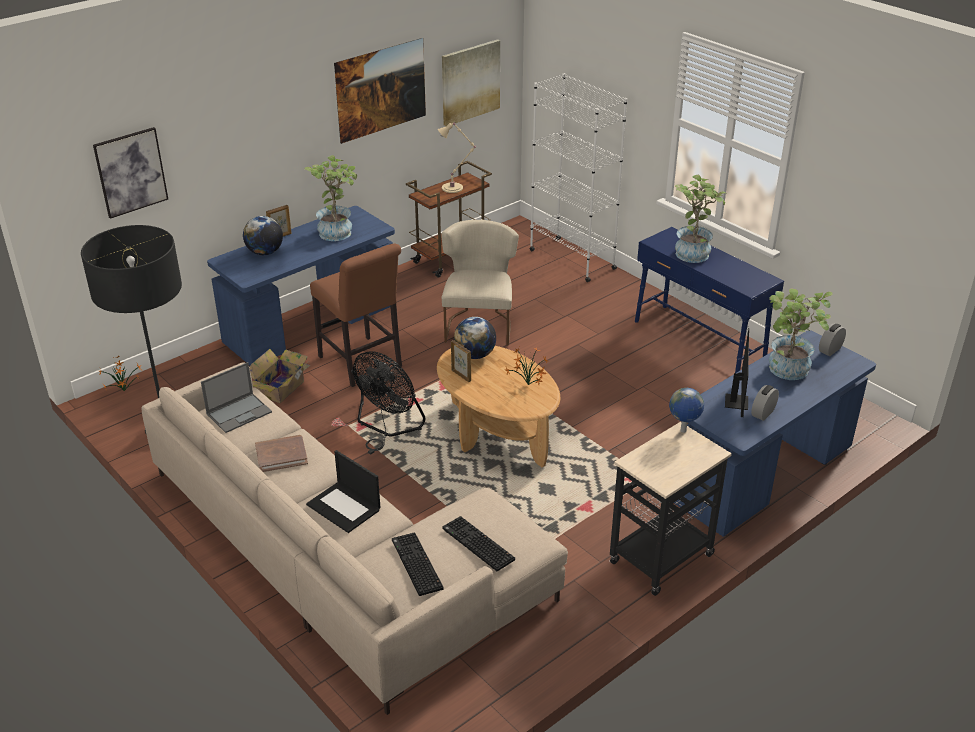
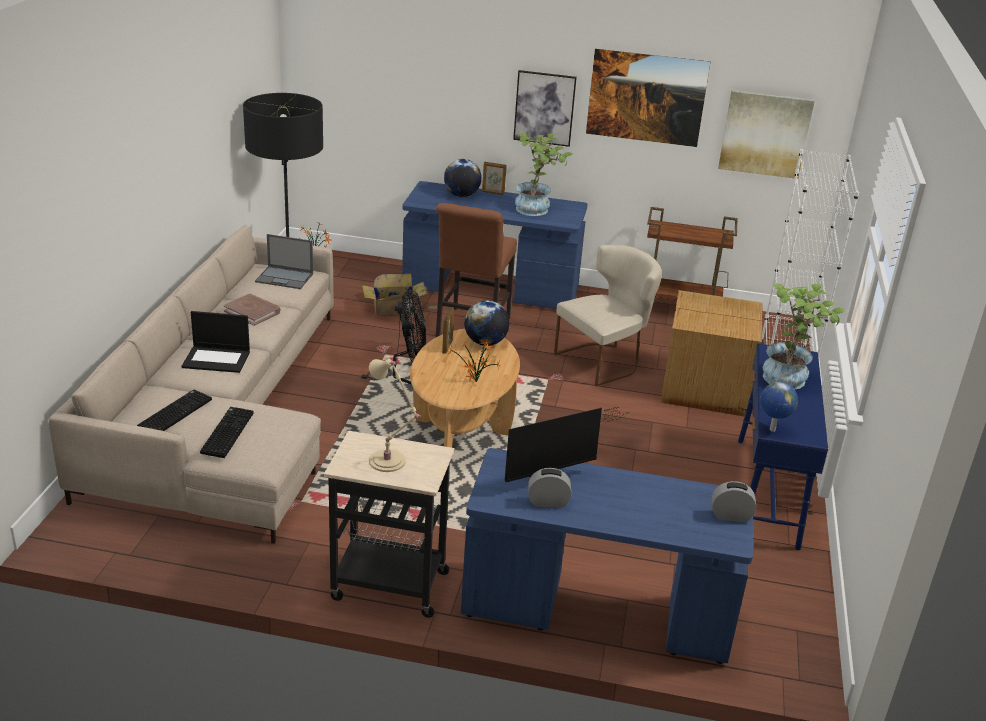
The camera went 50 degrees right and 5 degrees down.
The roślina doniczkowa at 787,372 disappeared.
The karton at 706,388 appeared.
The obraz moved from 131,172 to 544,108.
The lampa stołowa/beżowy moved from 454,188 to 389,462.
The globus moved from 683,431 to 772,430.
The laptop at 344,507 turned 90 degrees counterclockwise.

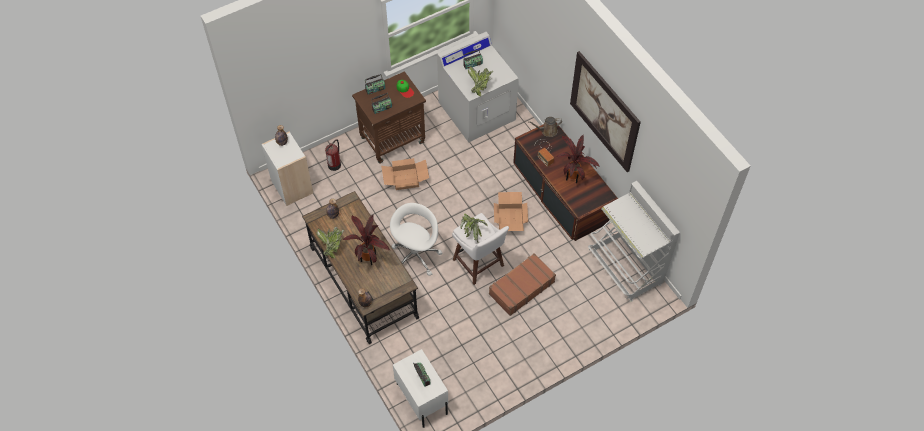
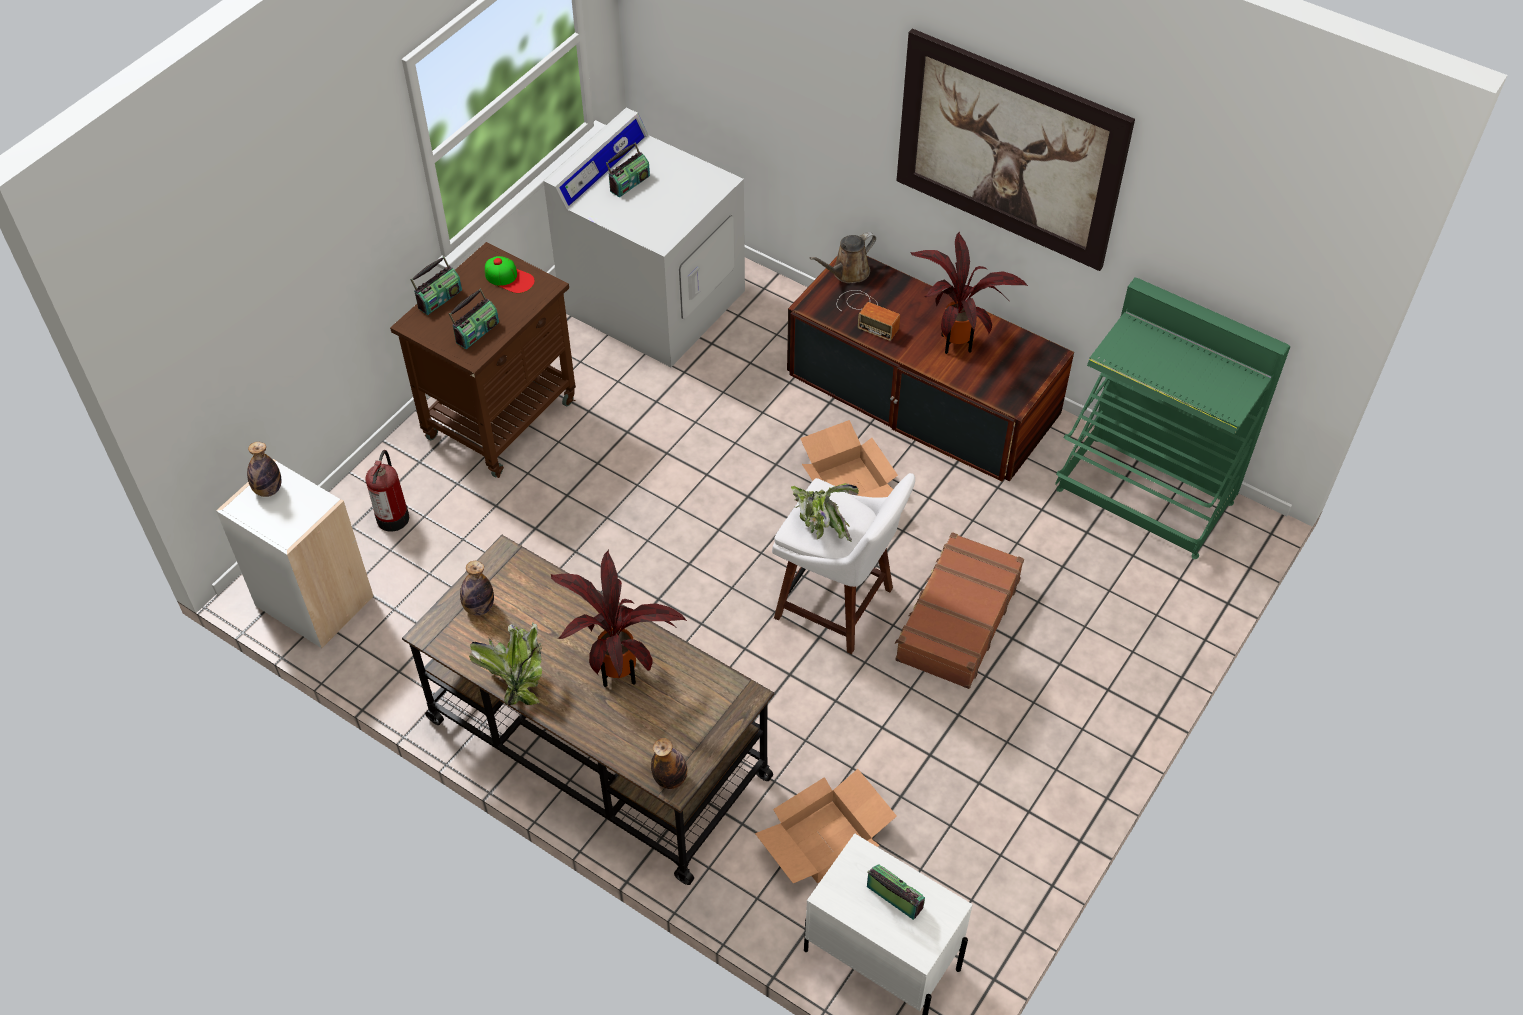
The camera went 25 degrees left and 5 degrees down.
The krzesło biurowe/biały at 416,255 disappeared.
The roślina doniczkowa at 480,86 disappeared.
The karton moved from 406,178 to 825,840.
The regał na buty/biały at 624,269 became the regał na buty/zielony at 1141,499.

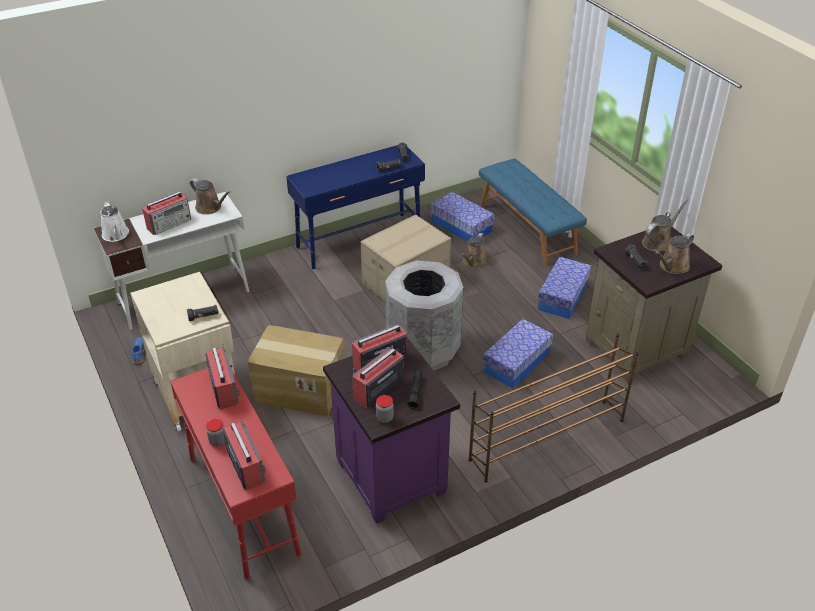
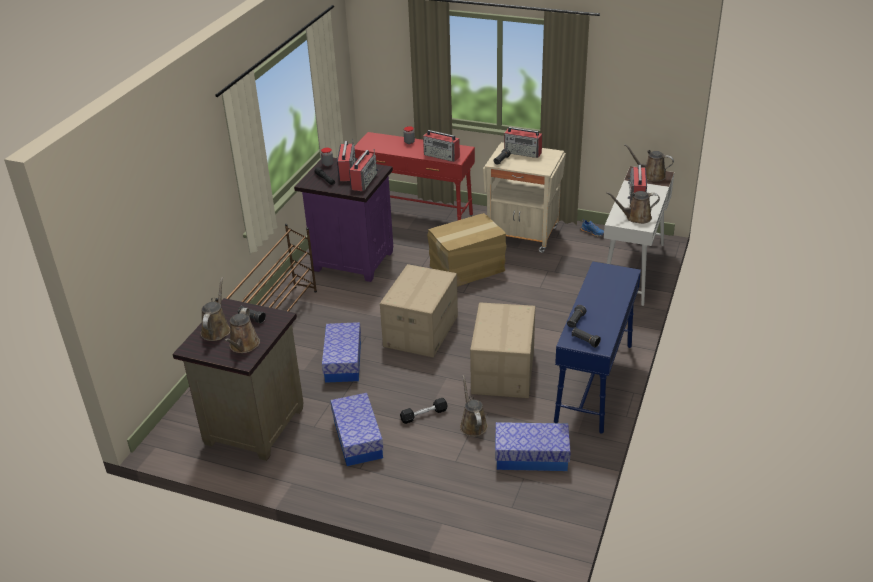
The camera went 140 degrees right and 5 degrees down.
The ławka/niebieski at 527,229 disappeared.
The hantel/czarny at 424,415 appeared.
The radio moved from 245,466 to 523,153.
The kosz na śmieci/szary at 423,351 was replaced by the karton at 420,331.
The konewka/biały at 116,235 became the konewka/brązowy at 651,175.

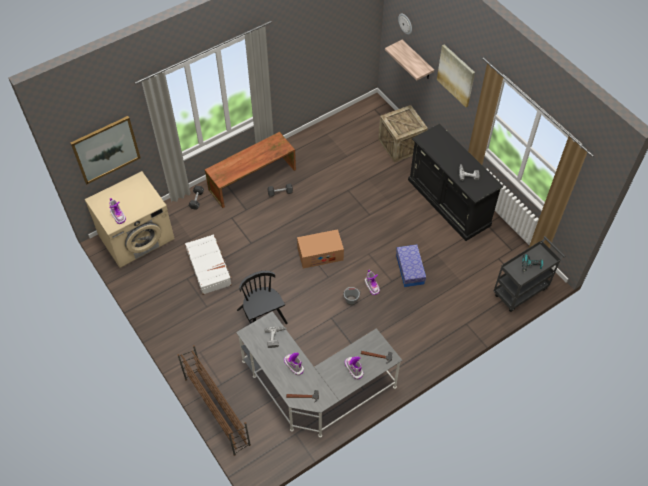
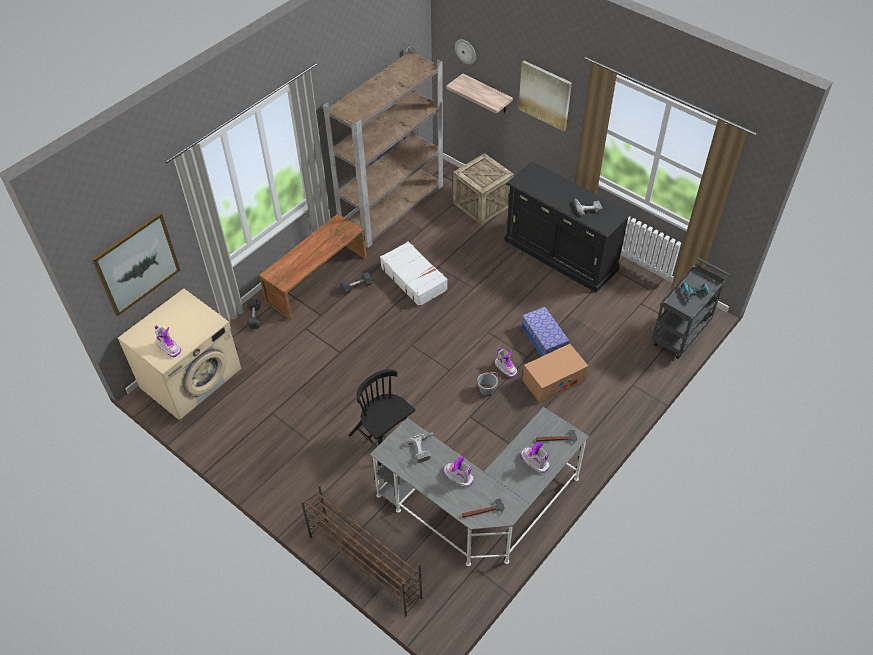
The camera went 15 degrees left and 5 degrees down.
The regał/brązowy at 392,207 appeared.
The walizka/biały moved from 209,267 to 414,279.
The karton moved from 320,254 to 553,380.

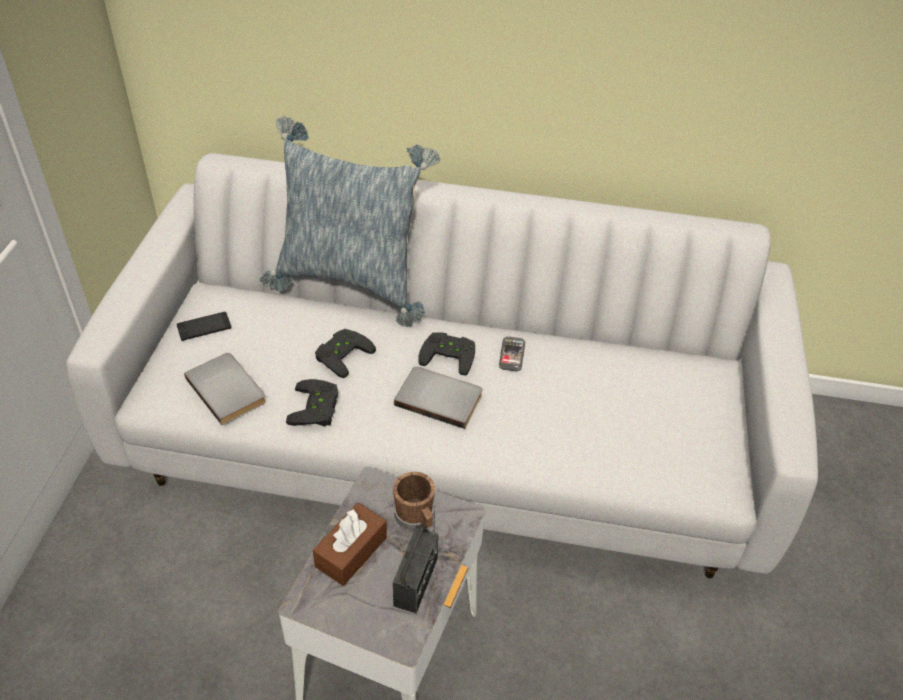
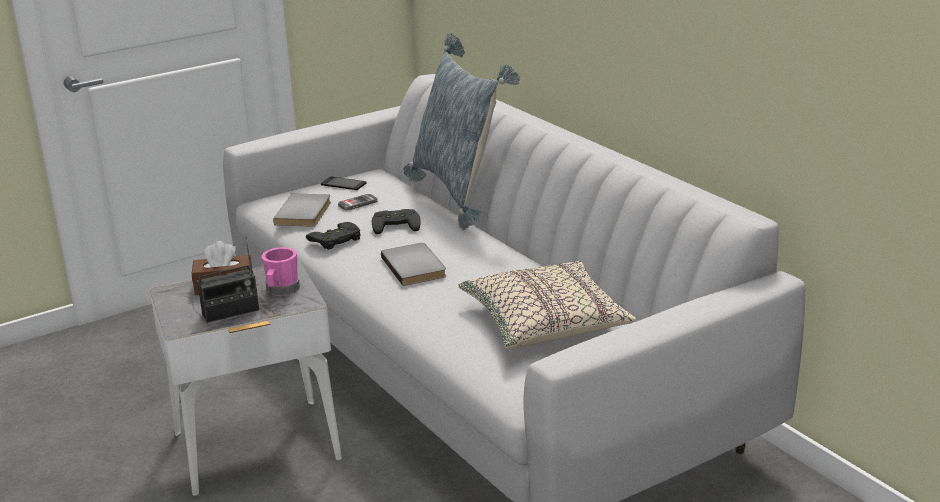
The camera went 50 degrees right and 20 degrees down.
The pad do gier/czarny at 449,354 disappeared.
The poduszka/beżowy at 545,322 appeared.
The telefon moved from 512,355 to 358,203.
The kubek/brązowy at 416,518 became the kubek/różowy at 281,290.

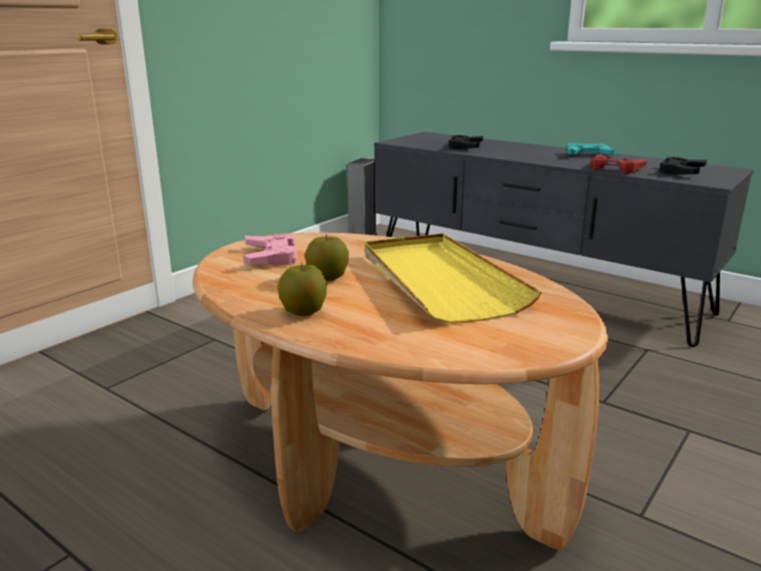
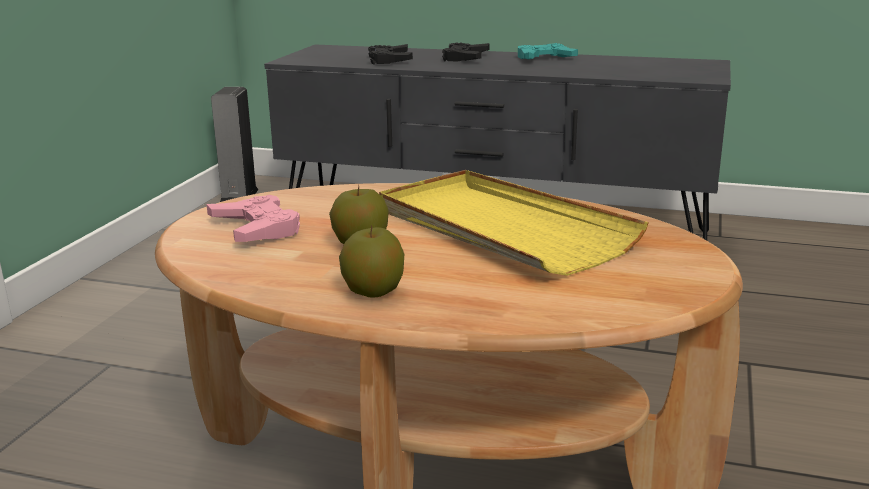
The camera went 20 degrees left and 0 degrees up.
The pad do gier/czerwony at 615,168 disappeared.
The pad do gier/czarny moved from 681,172 to 465,58.

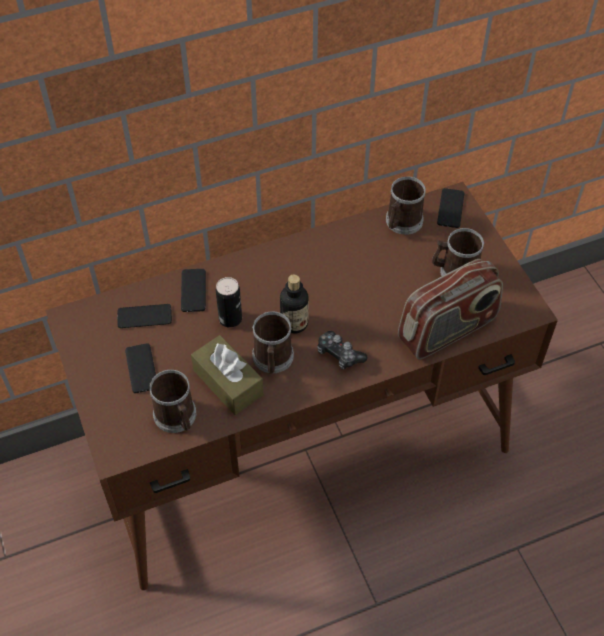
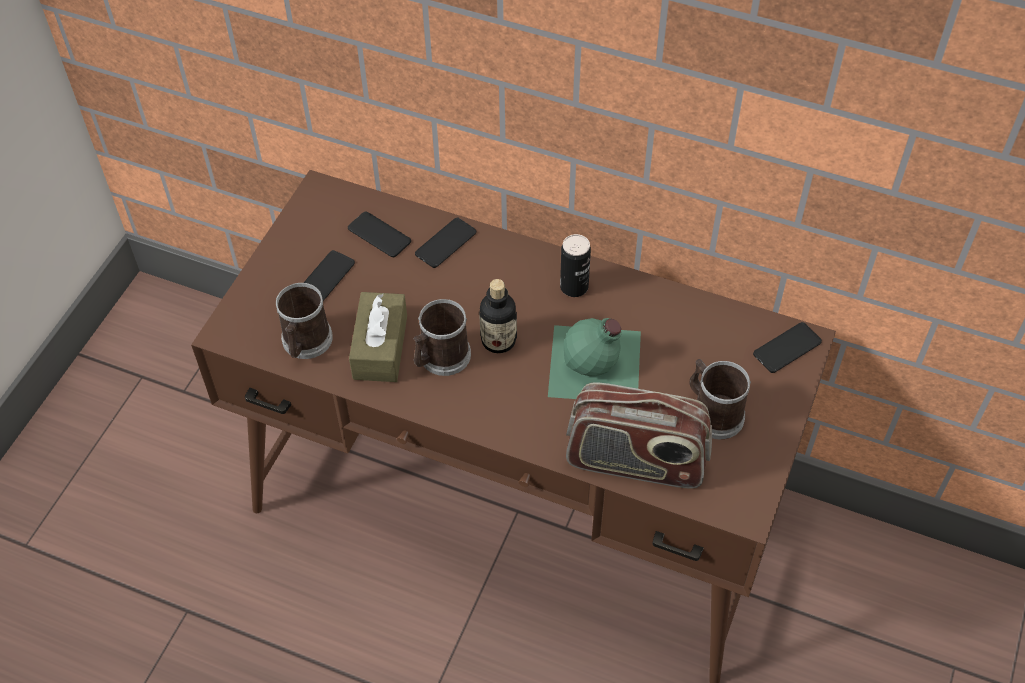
The camera went 45 degrees right and 0 degrees up.
The pad do gier at 339,354 disappeared.
The kubek at 401,223 disappeared.
The butelka/zielony at 596,365 appeared.
The puszka moved from 230,319 to 574,287.

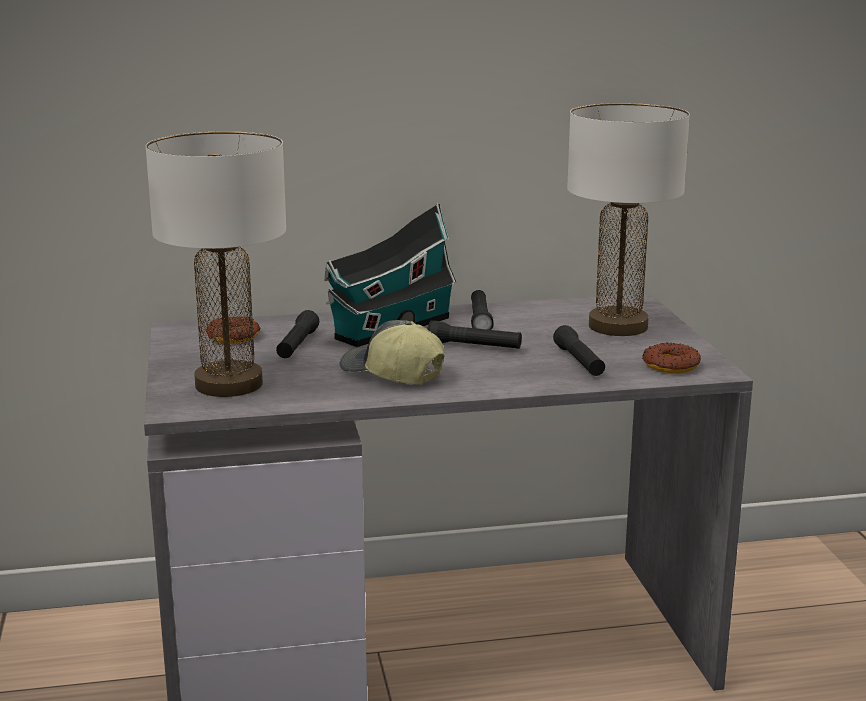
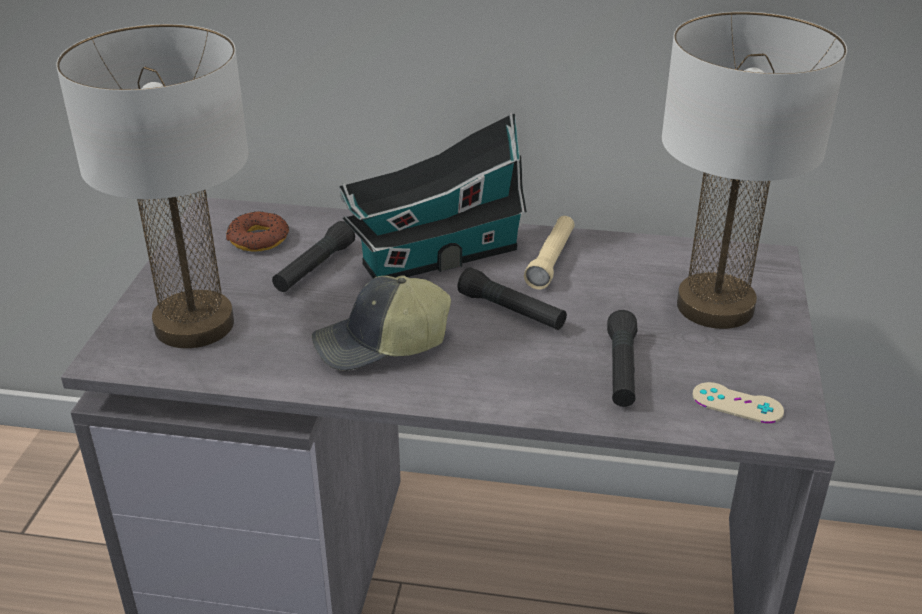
The camera went 20 degrees right and 15 degrees up.
The donut at 670,365 was replaced by the pad do gier/beżowy at 737,403.
The latarka/czarny at 480,320 became the latarka/beżowy at 551,261.
The czapka z daszkiem at 391,374 turned 75 degrees counterclockwise.

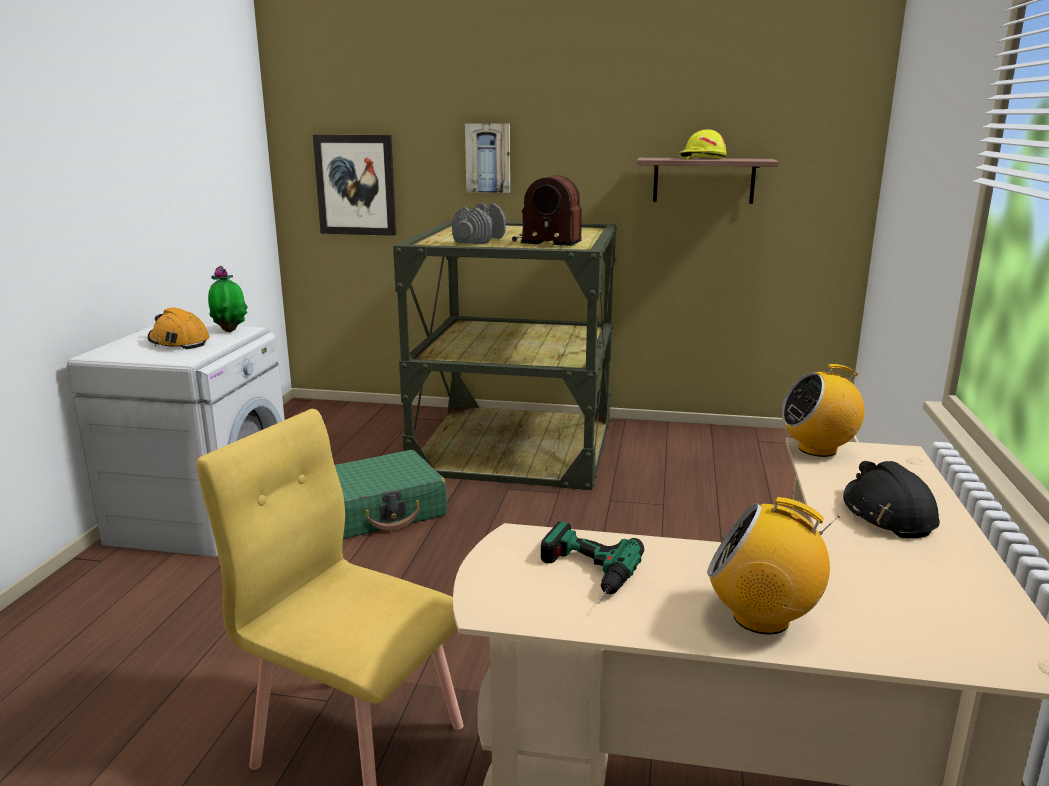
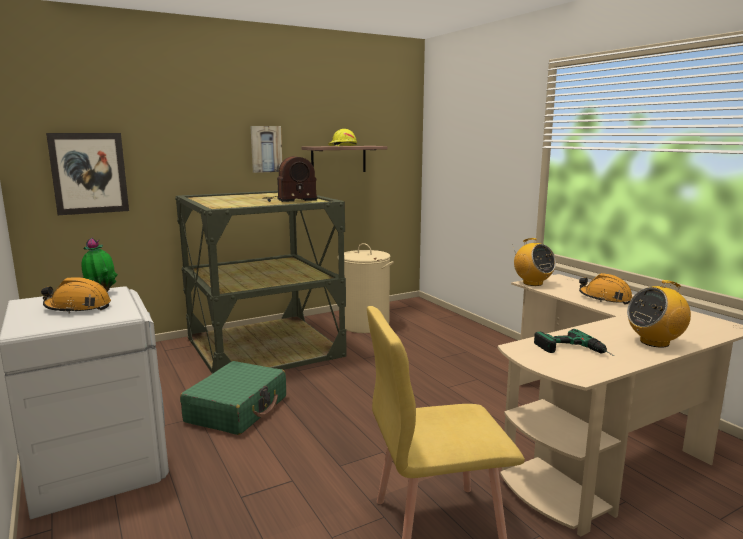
The camera went 40 degrees left and 5 degrees down.
The hantel/szary at 479,240 disappeared.
The kosz na pranie/beżowy at 365,324 appeared.
The obraz moved from 488,158 to 266,149.
The kask/czarny at 887,514 became the kask/pomarańczowy at 605,298.
The radio at 818,449 turned 75 degrees counterclockwise.

